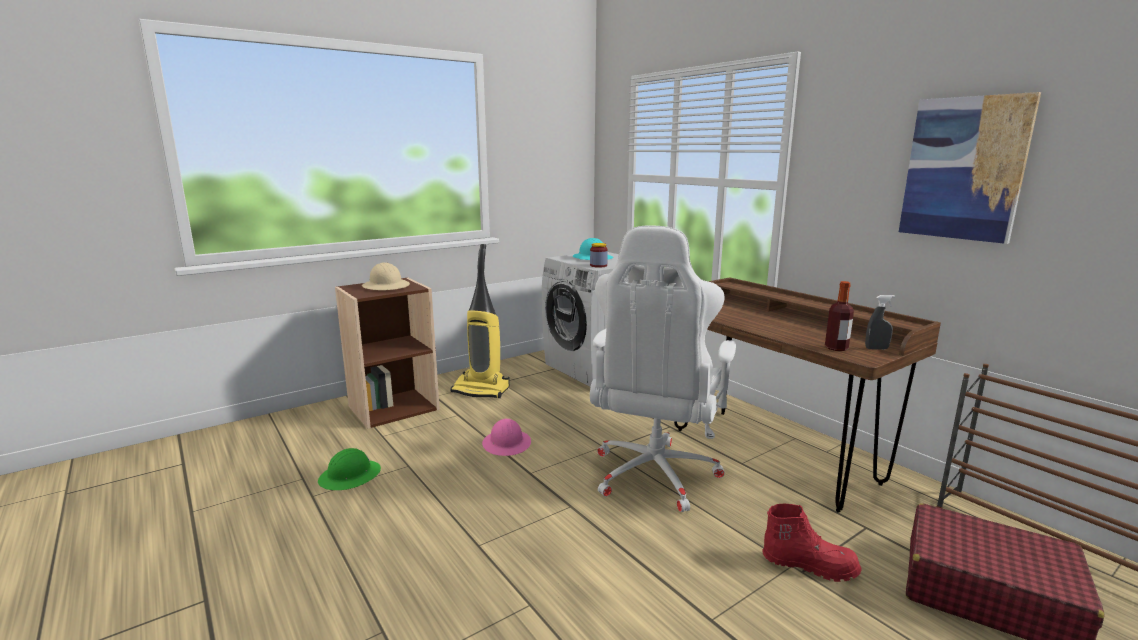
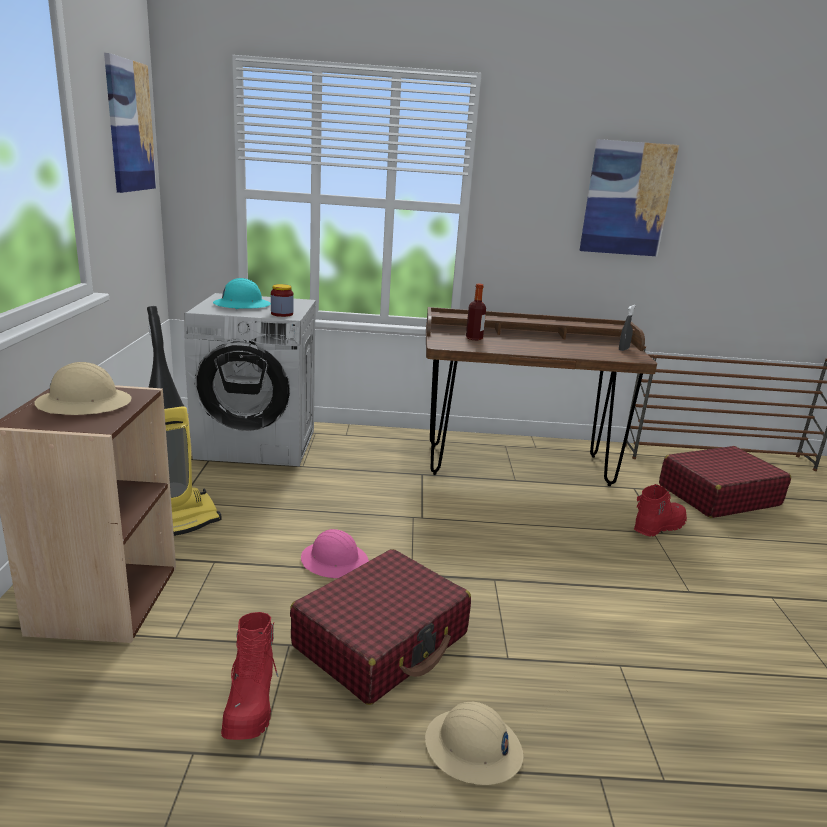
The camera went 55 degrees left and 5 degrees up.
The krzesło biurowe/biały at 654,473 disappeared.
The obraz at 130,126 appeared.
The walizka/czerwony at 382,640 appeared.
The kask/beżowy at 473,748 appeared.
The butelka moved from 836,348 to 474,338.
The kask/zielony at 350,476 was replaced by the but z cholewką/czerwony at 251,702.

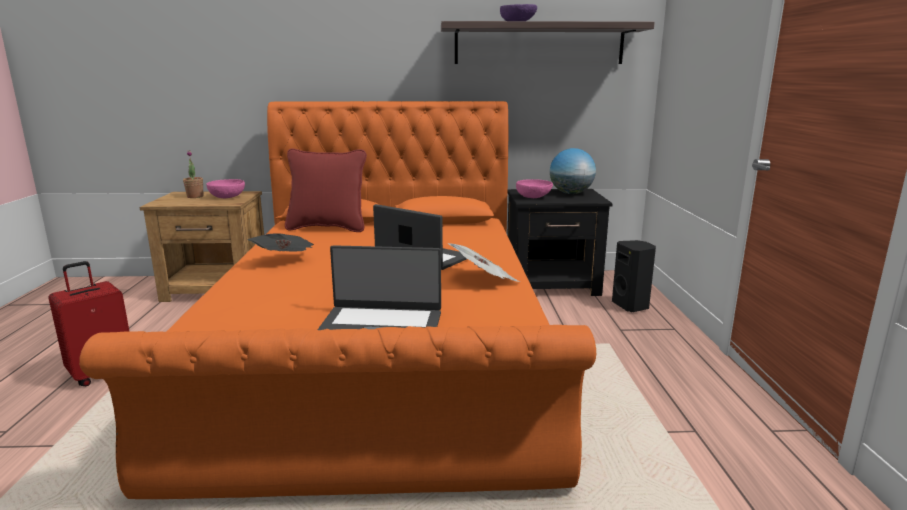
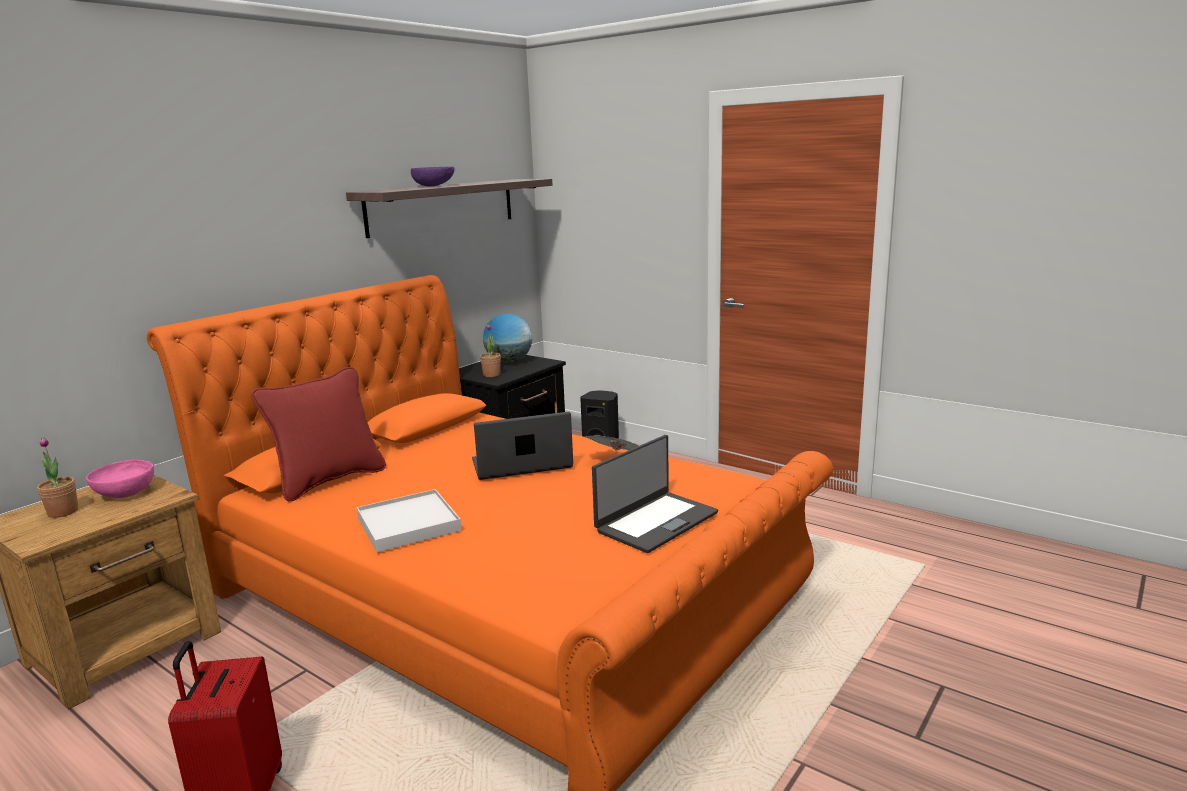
The camera went 50 degrees left and 0 degrees up.
The gazeta at 285,260 was replaced by the taca/biały at 408,524.
The miska/różowy at 534,197 was replaced by the roślina doniczkowa at 491,375.

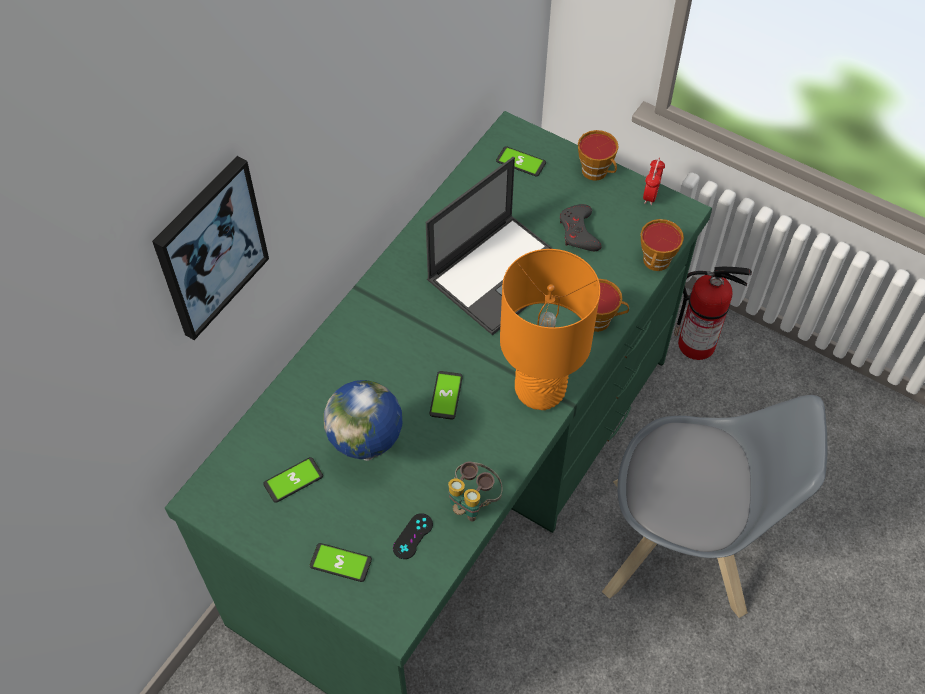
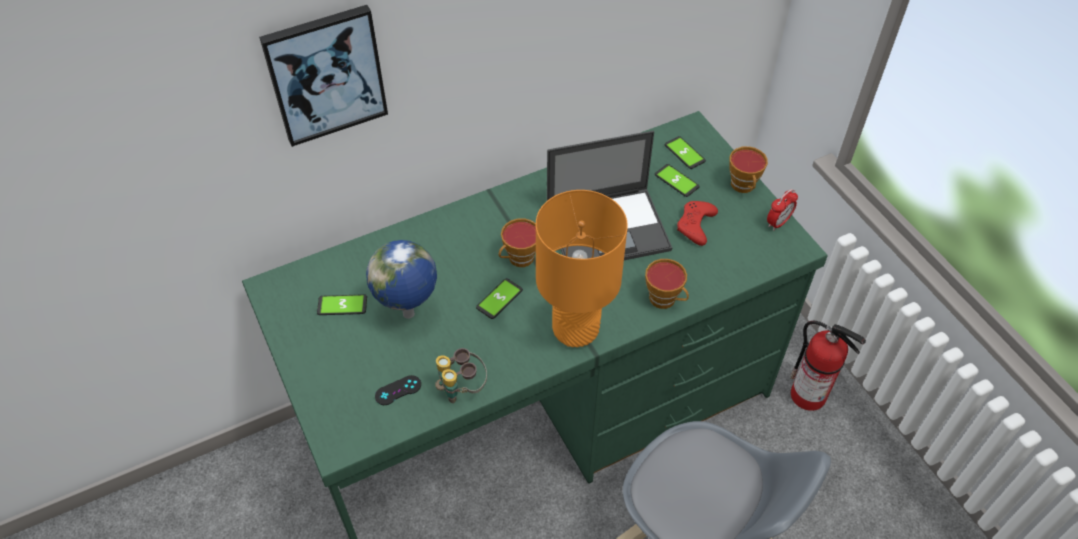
The camera went 30 degrees right and 5 degrees down.
The telefon moved from 340,563 to 676,181.
The filiżanka moved from 656,263 to 519,259.
The pad do gier/szary at 579,232 became the pad do gier/czerwony at 695,225.

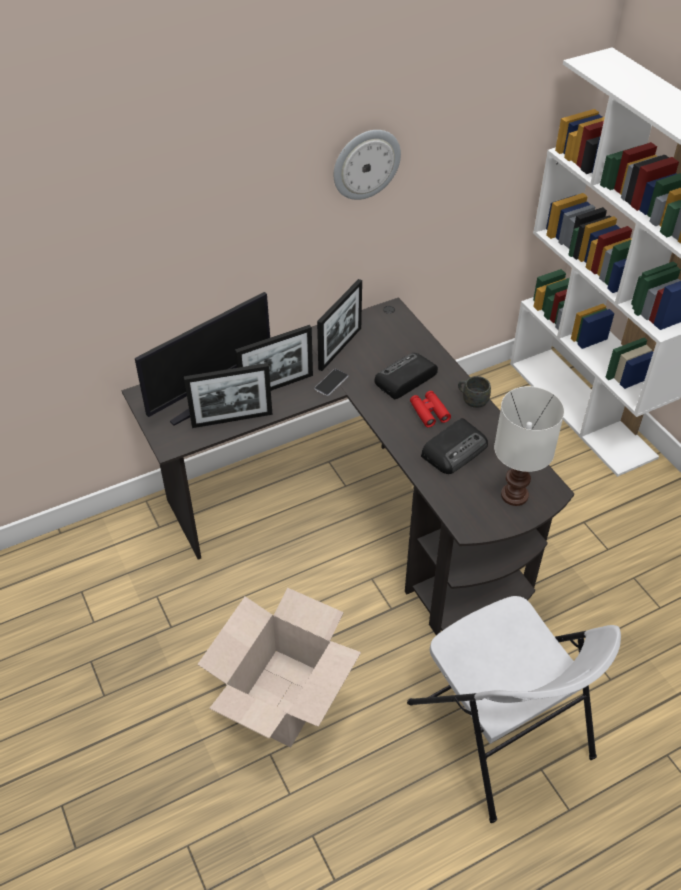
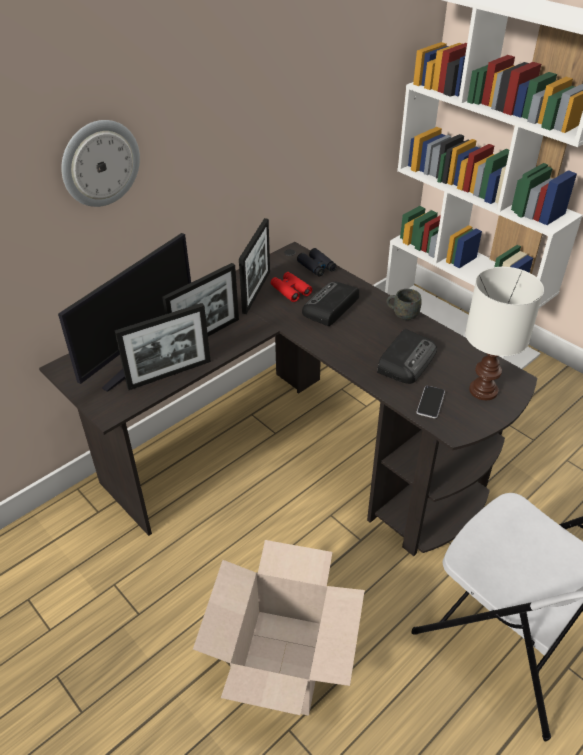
The camera went 15 degrees left and 5 degrees down.
The lornetka/czarny at 316,267 appeared.
The telefon moved from 331,383 to 430,402.
The zegar ścienny moved from 366,164 to 100,163.
The lornetka/czerwony moved from 429,412 to 290,290.

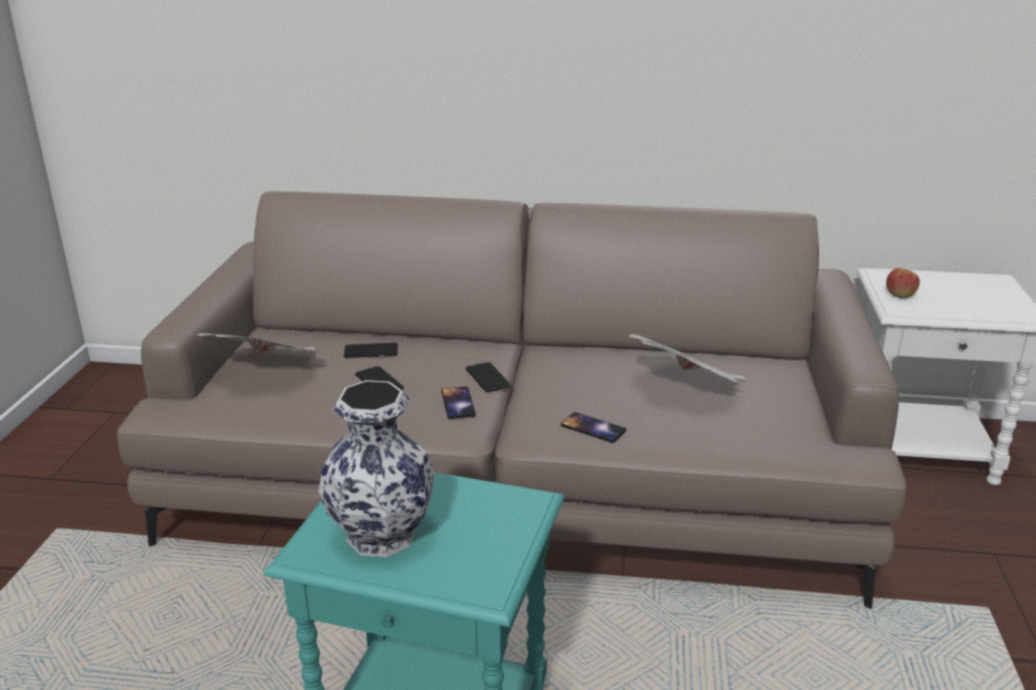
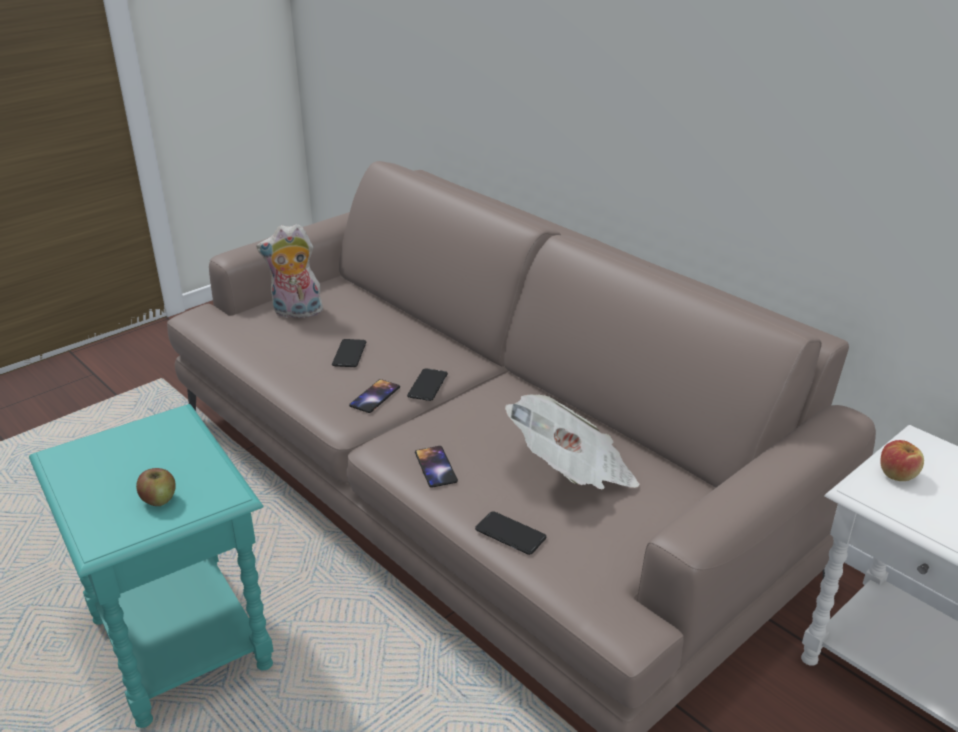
The camera went 40 degrees right and 5 degrees up.
The wazon at 381,536 disappeared.
The jabłko at 159,499 appeared.
The telefon moved from 371,351 to 510,534.
The gazeta at 268,370 was replaced by the pluszak at 296,313.

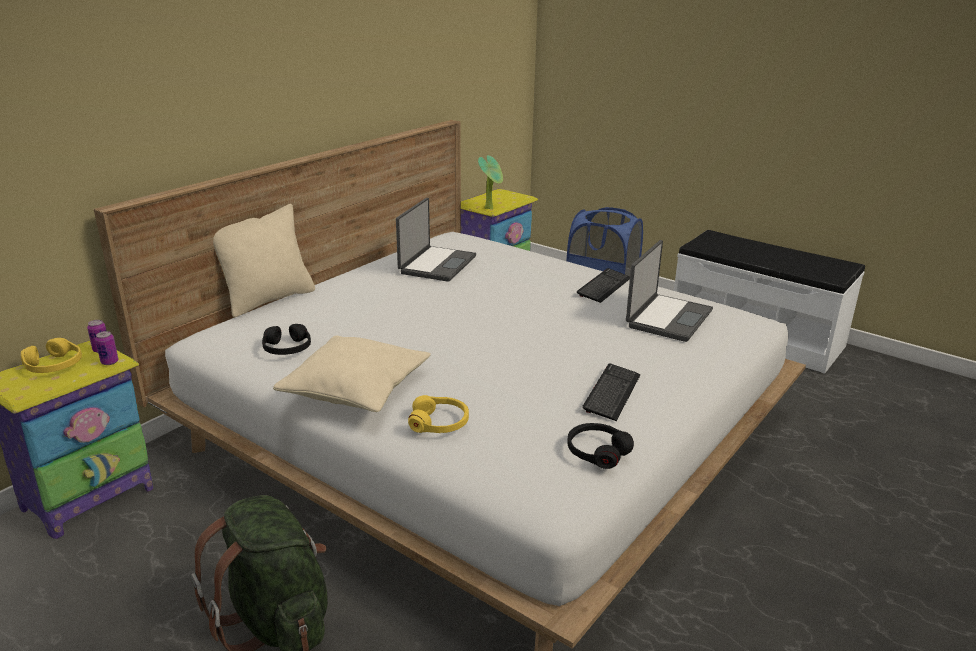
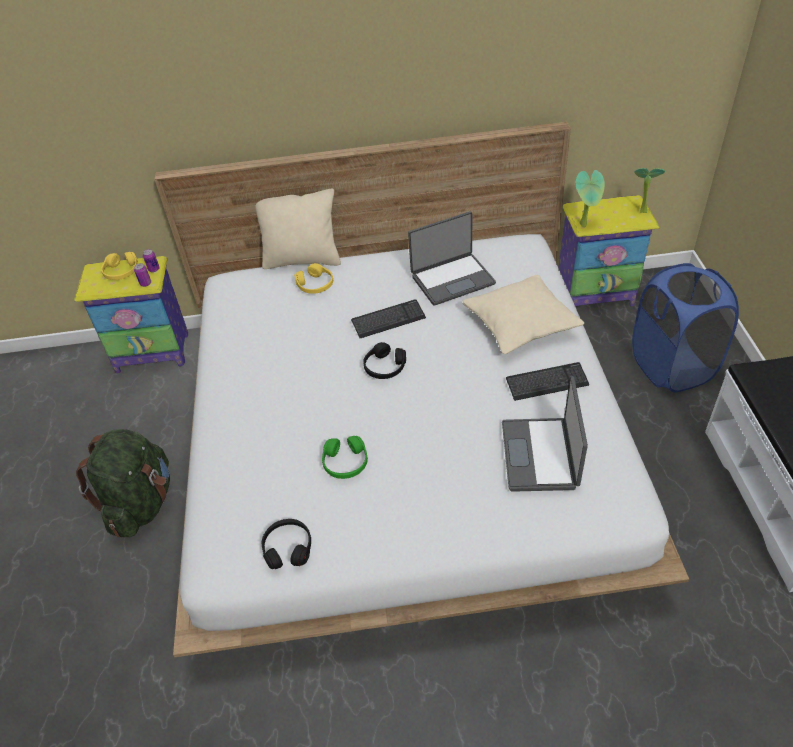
The camera went 50 degrees right and 20 degrees up.
The słuchawki/zielony at 345,462 appeared.
The roślina doniczkowa at 641,210 appeared.
The słuchawki/czarny moved from 287,348 to 384,367.
The poduszka/beżowy moved from 355,389 to 520,324.
The słuchawki/żółty moved from 439,423 to 315,285.
The klawiatura moved from 612,393 to 388,320.
The laptop at 667,318 turned 105 degrees clockwise.

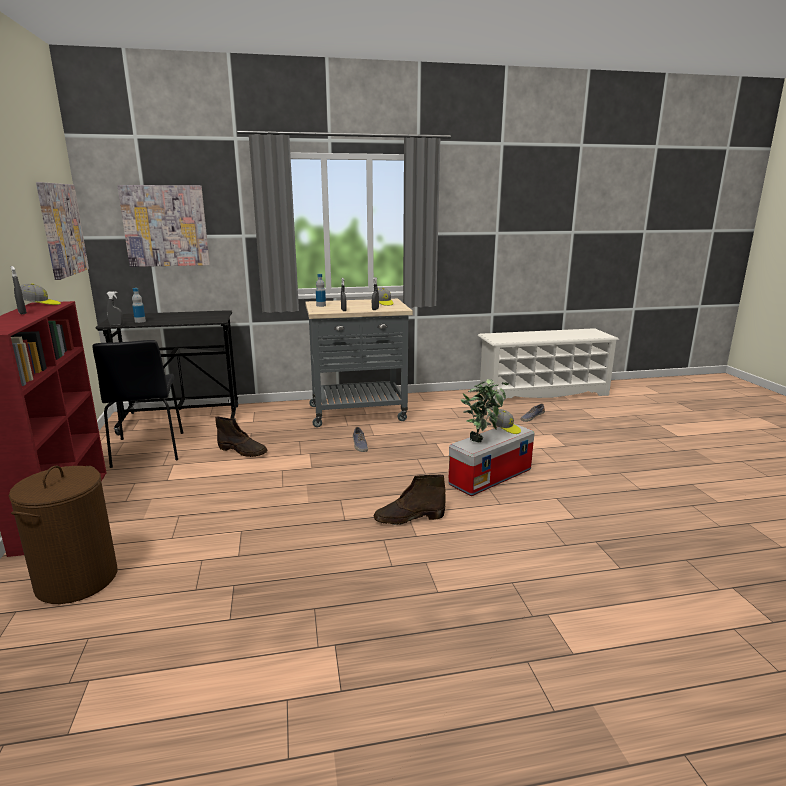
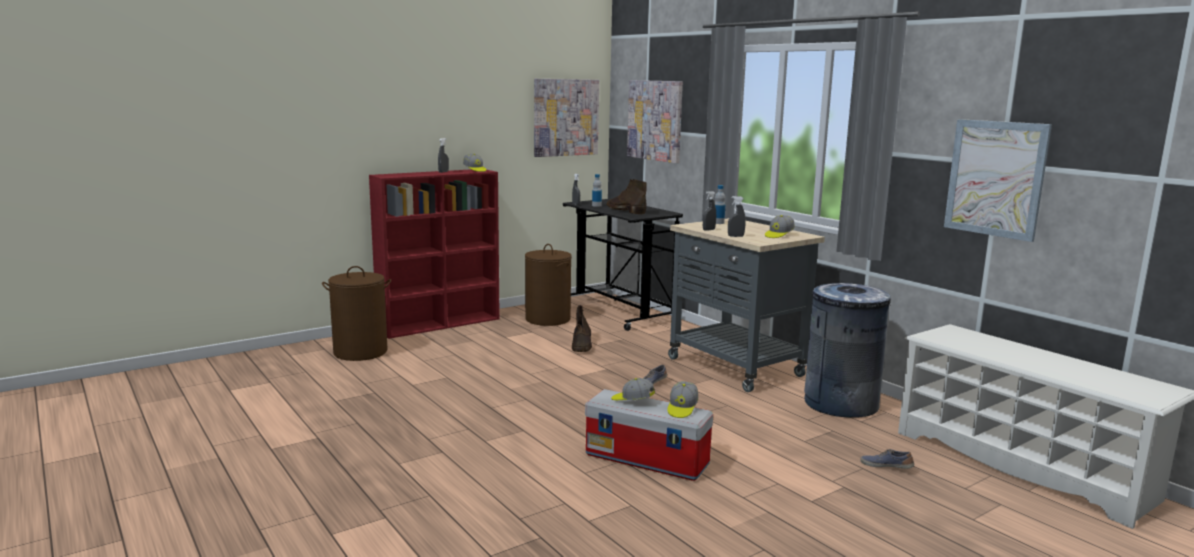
The camera went 65 degrees right and 5 degrees down.
The kosz na śmieci/szary at 840,403 appeared.
The obraz at 995,178 appeared.
The but z cholewką/brązowy moved from 408,518 to 625,210.
The krzesło/czarny at 148,450 was replaced by the kosz na pranie/brązowy at 547,319.
The roślina doniczkowa at 482,439 was replaced by the czapka z daszkiem at 632,401.

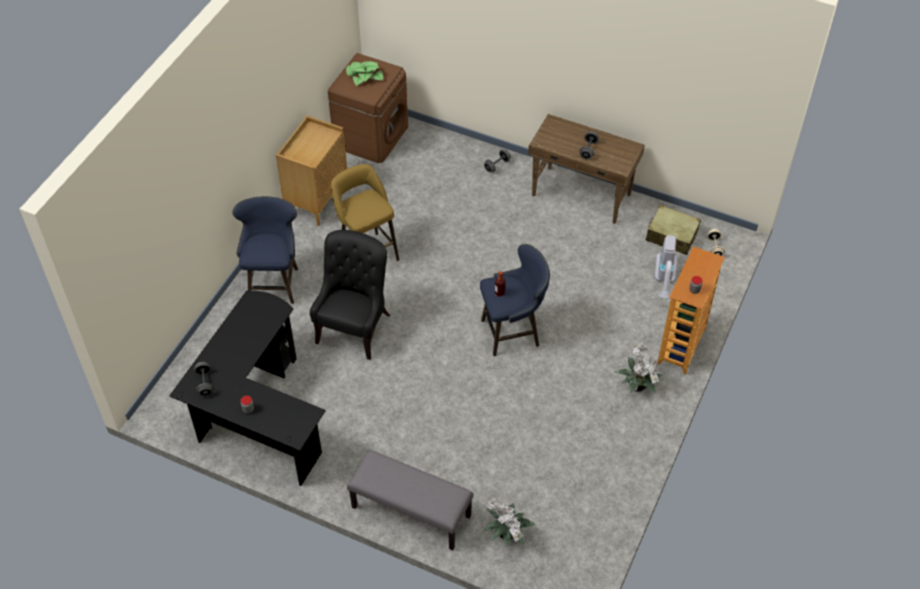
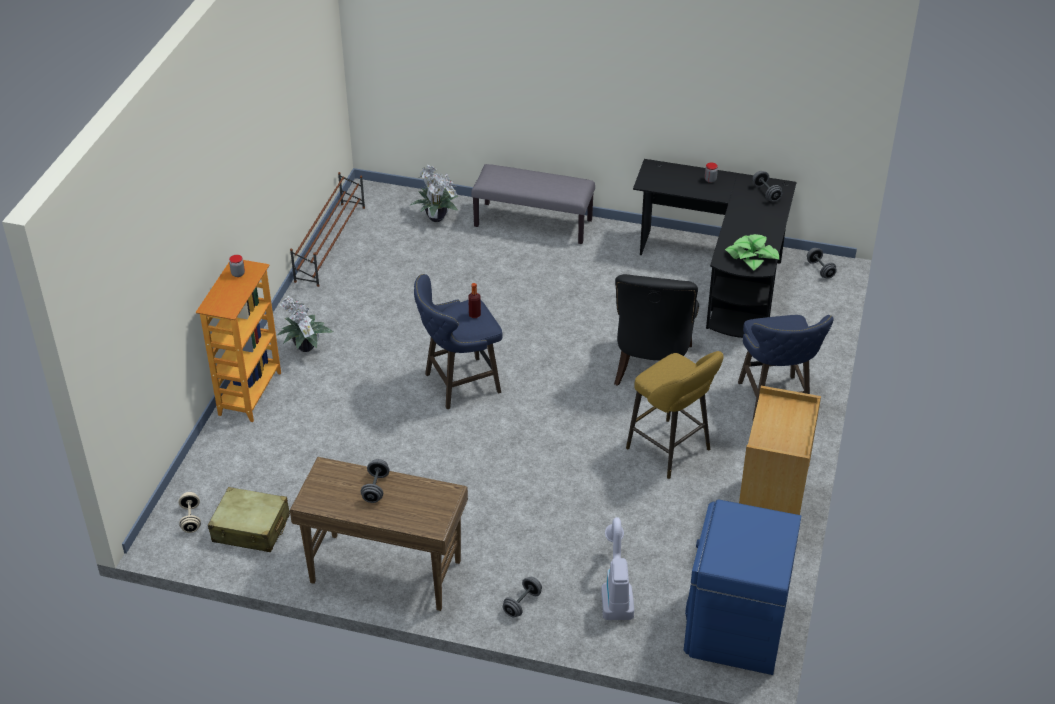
The camera went 170 degrees right and 10 degrees down.
The regał na buty/brązowy at 331,243 appeared.
The hantel/szary at 820,270 appeared.
The roślina doniczkowa moved from 364,75 to 752,257.
The odkurzacz moved from 664,281 to 615,590.
The pralka/brązowy at 373,136 became the pralka/niebieski at 734,627.

